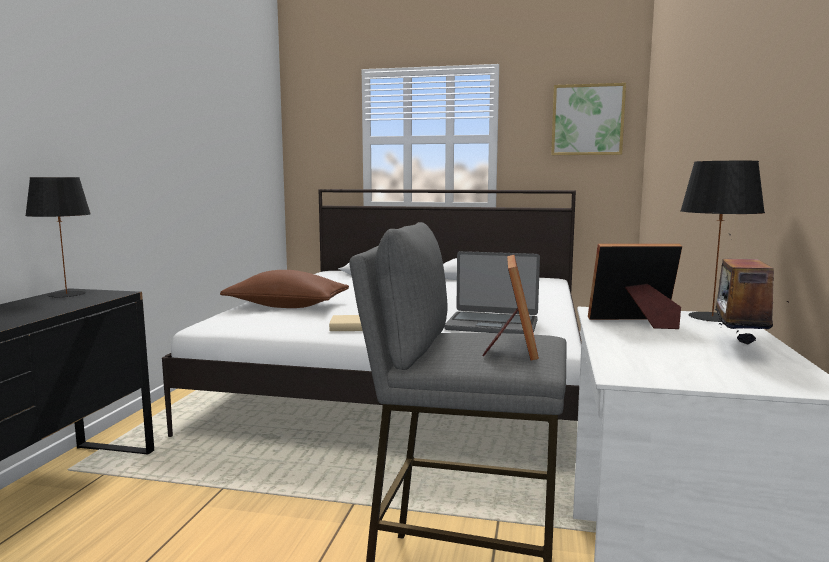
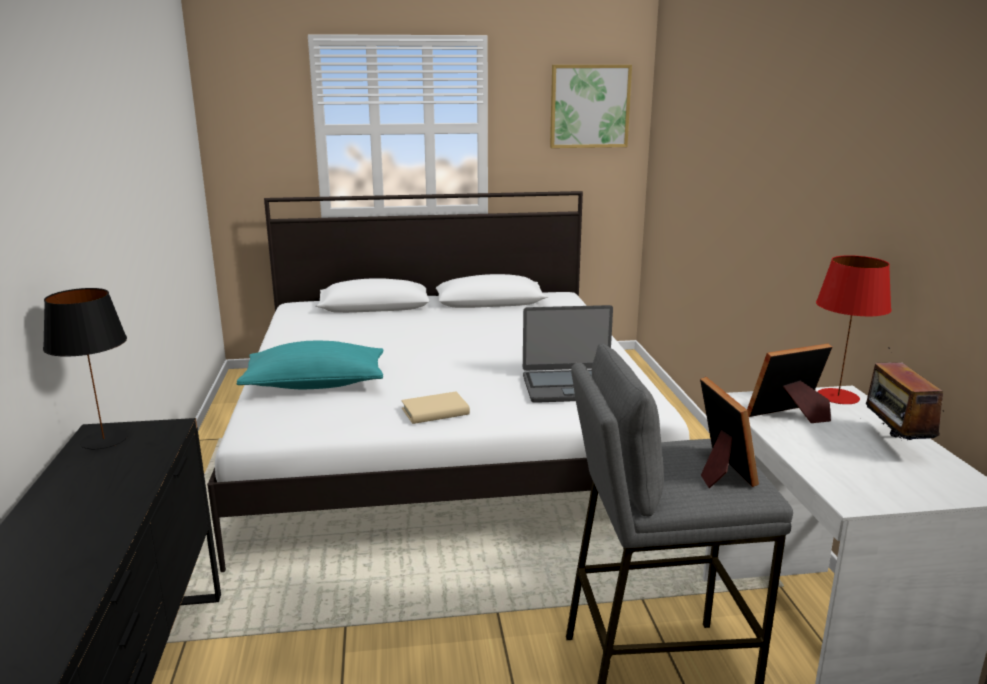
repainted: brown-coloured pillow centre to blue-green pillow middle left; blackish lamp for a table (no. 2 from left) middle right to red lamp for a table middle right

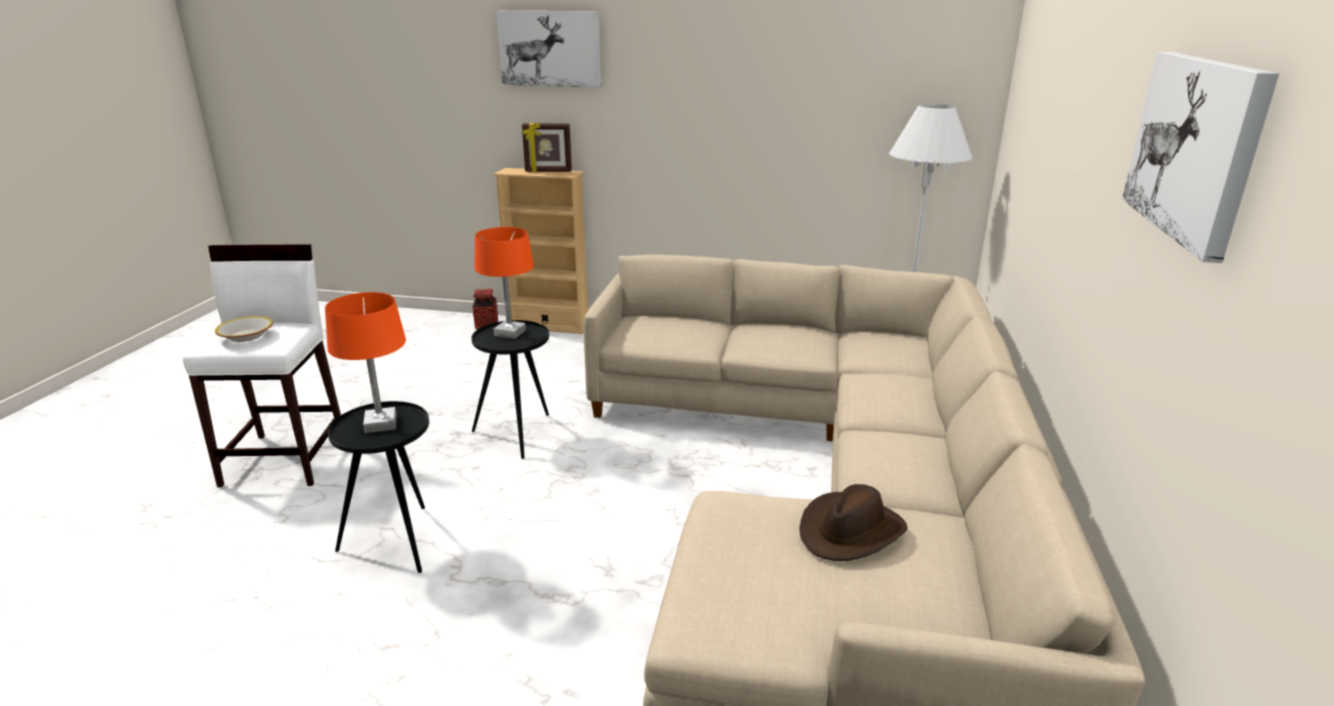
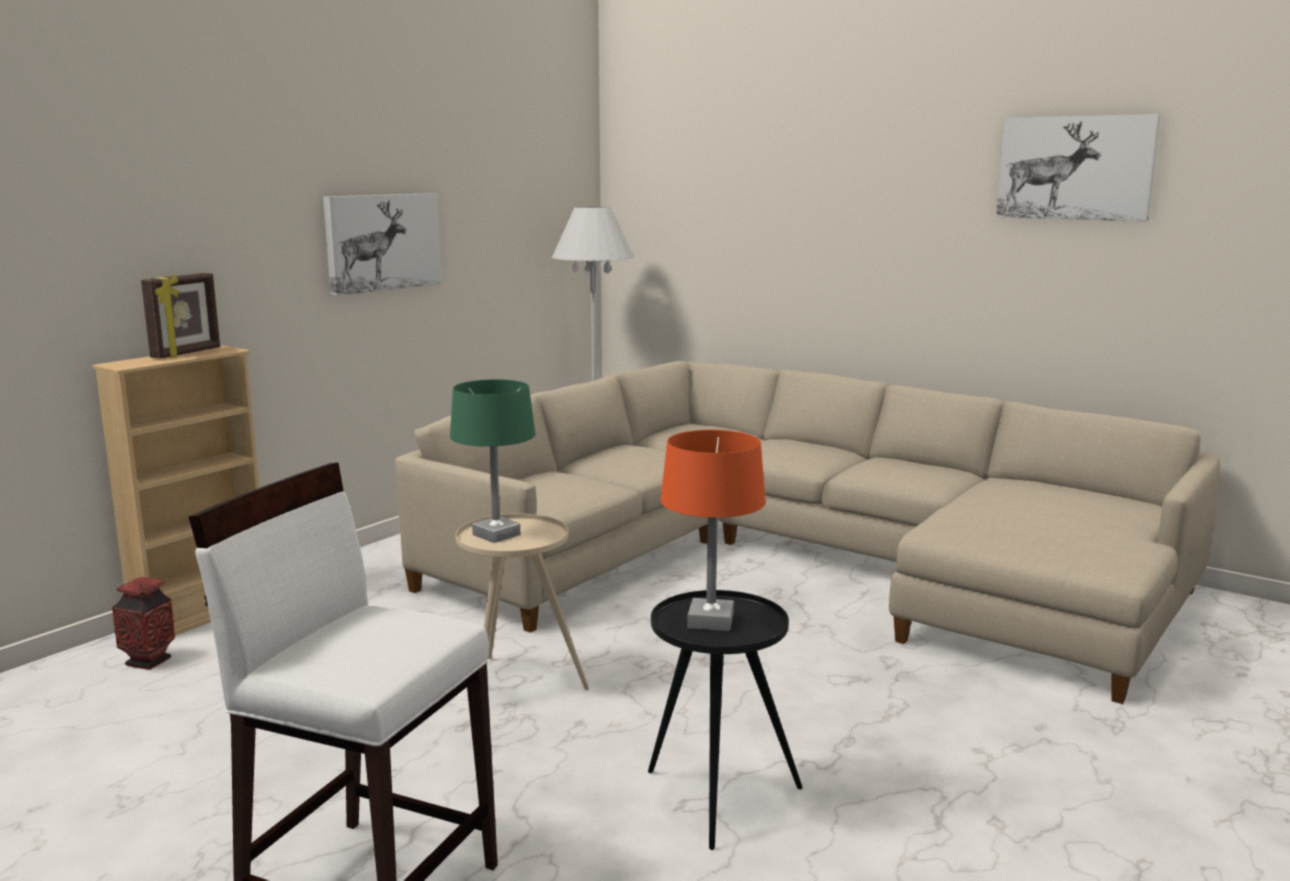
gone: serving bowl middle left; brown-coloured clothing hat bottom centre
shifted: wall picture (no. 1 from left) top centre to top left
repainted: orangey lamp for a table (no. 2 from left) centre to greenish lamp for a table centre; blackish accent table (no. 2 from left) centre to beige accent table bottom centre

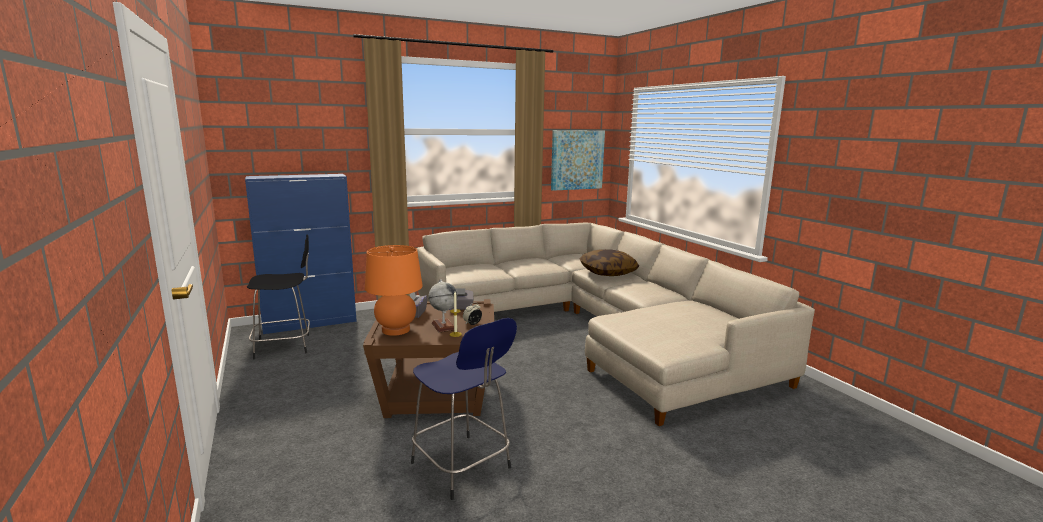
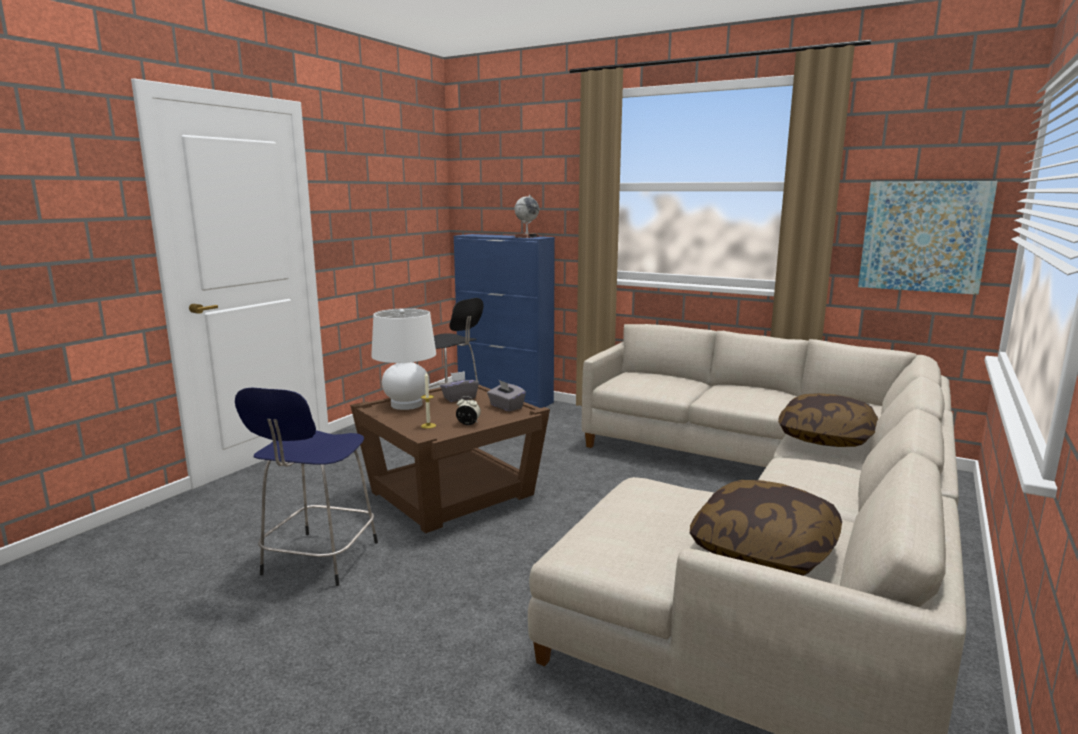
new: pillow (no. 1 from left) bottom right
shifted: globe centre to top centre
repainted: orangey lamp for a table centre to white-coloured lamp for a table centre

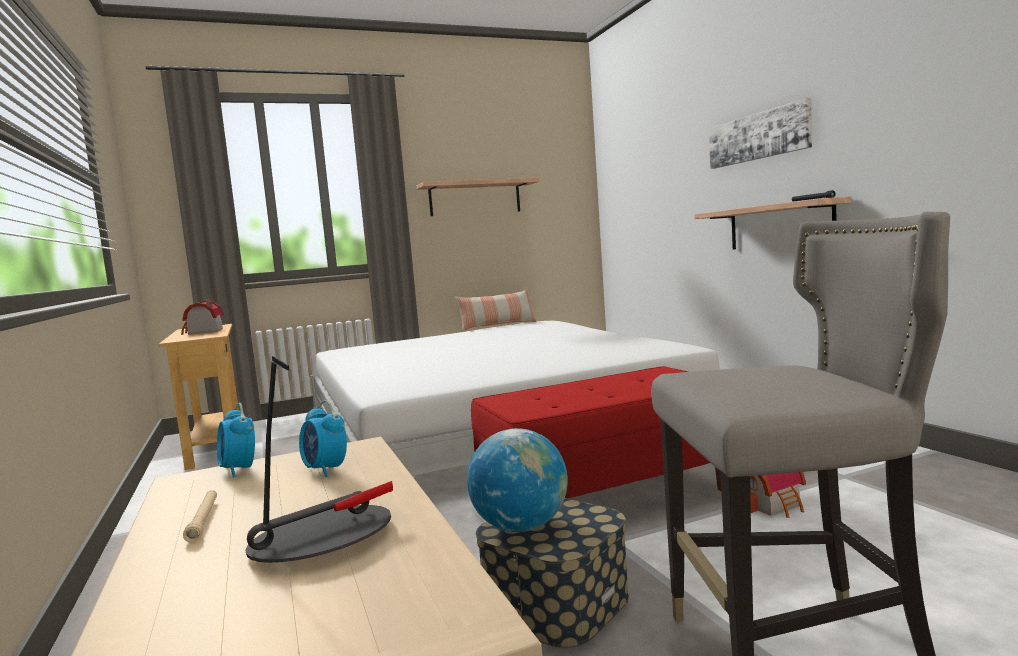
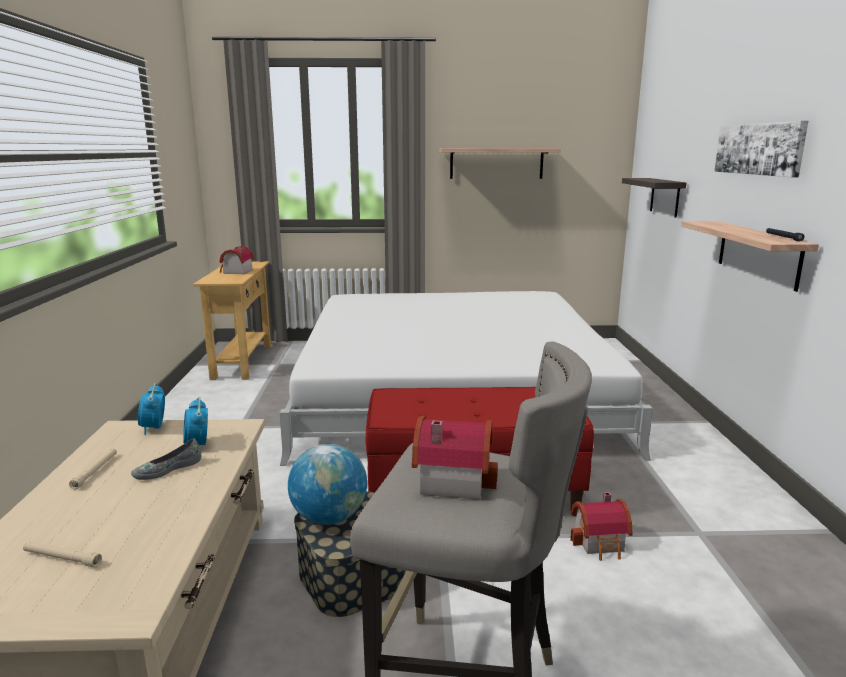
gone: lamp for a table bottom left; pillow centre
new: beige torch (no. 1 from left) bottom left; greyish low shoe bottom left; miniature house (no. 2 from left) bottom centre; wall shelf (no. 2 from left) top right

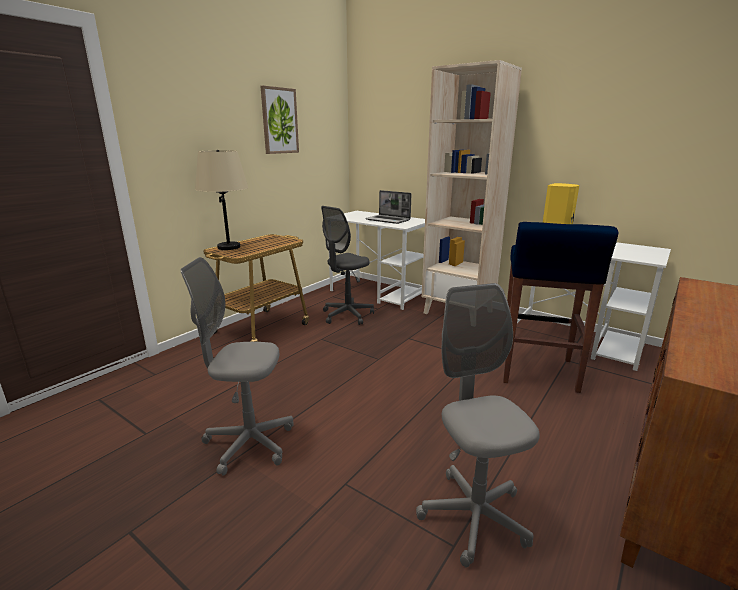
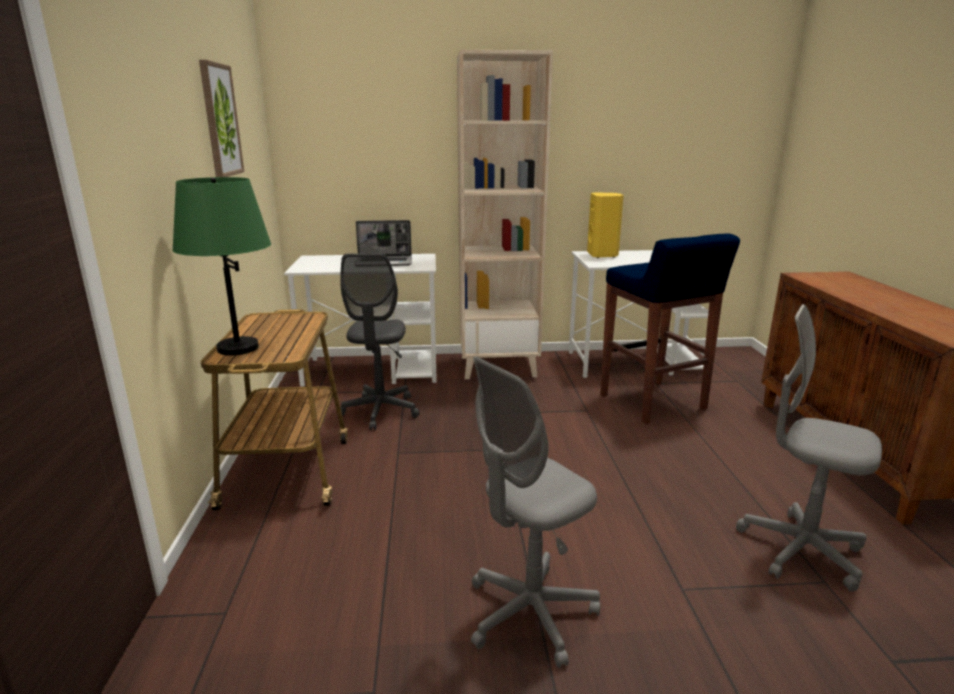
repainted: beige lamp for a table middle left to greenish lamp for a table middle left

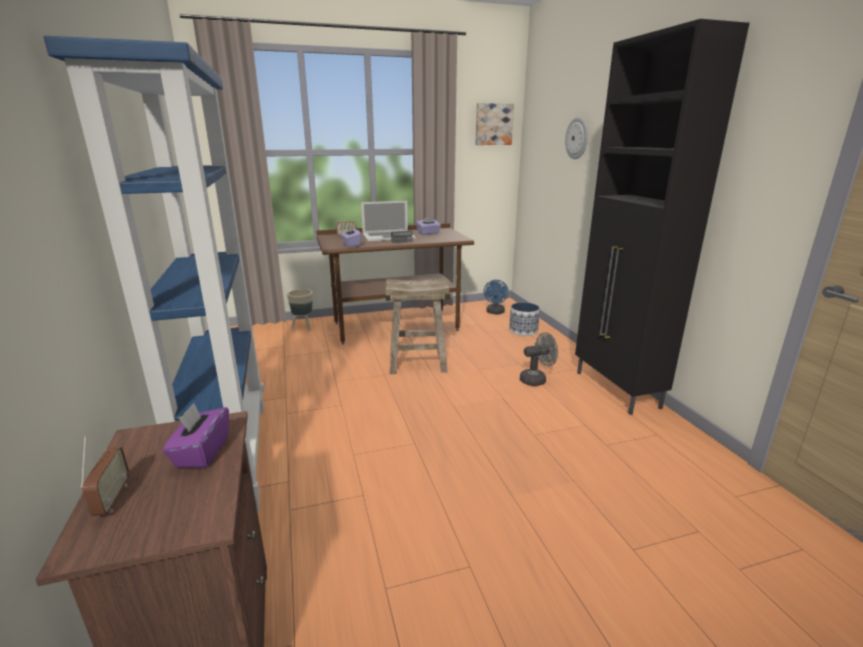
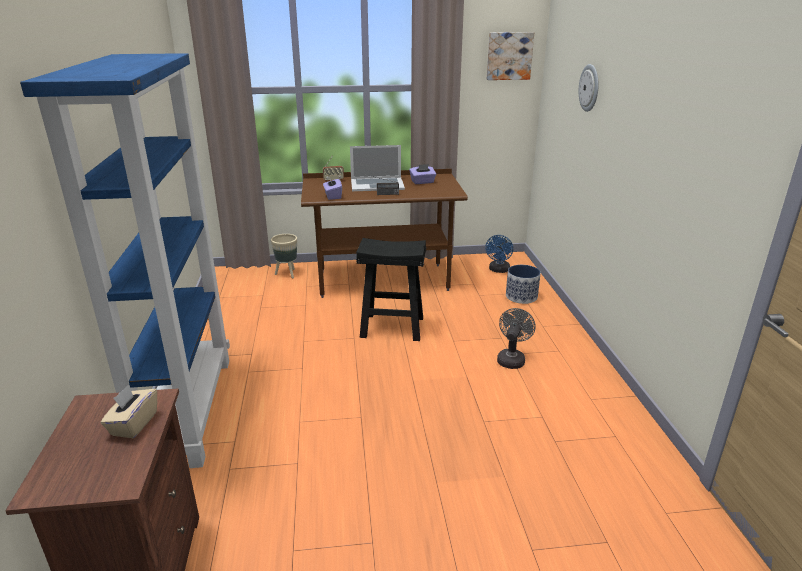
gone: radio set (no. 1 from left) bottom left; blackish storage cabinet middle right
repainted: purple box of tissues (no. 1 from left) bottom left to beige box of tissues bottom left; beige stool centre to blackish stool centre
rotated: greyish cooling fan centre = centre 60 degrees counterclockwise

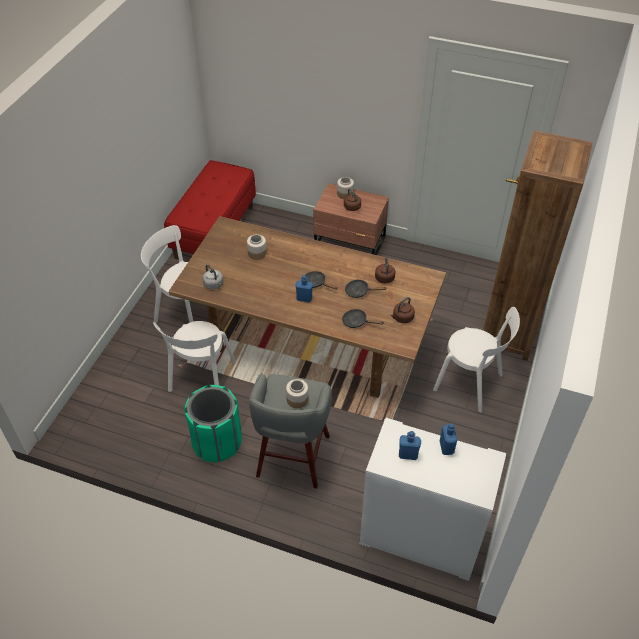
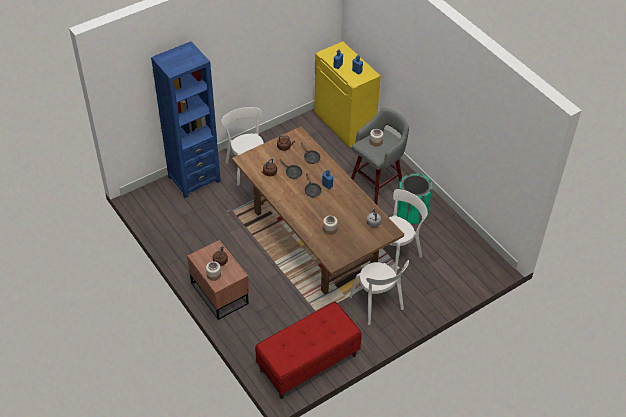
repainted: brown-coloured bookshelf middle right to blue bookshelf top left; white-coloured storage cabinet bottom right to yellowish storage cabinet top centre

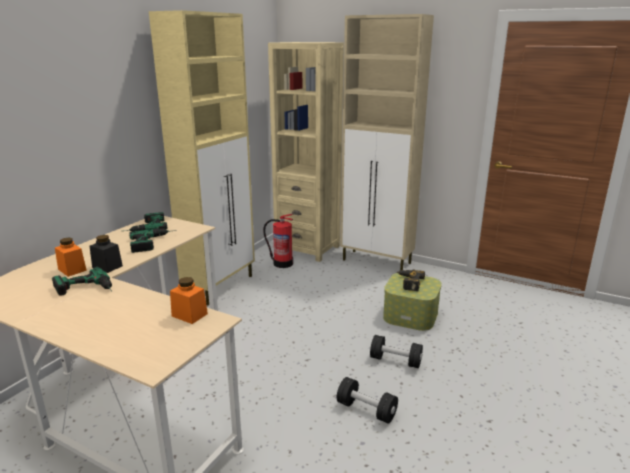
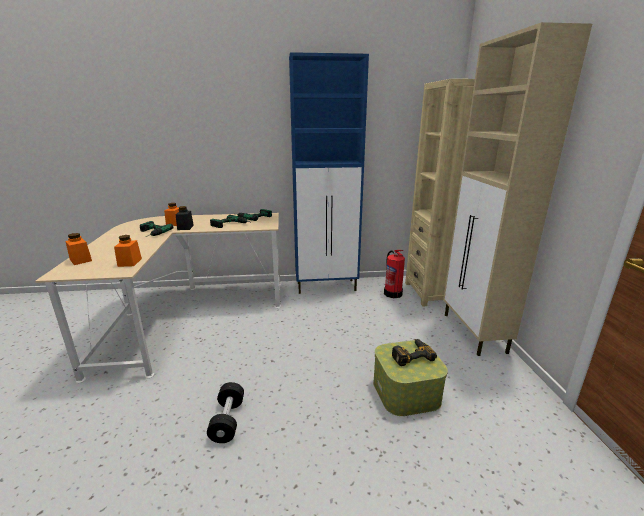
gone: blackish dumbbell (no. 2 from left) bottom centre
new: orangey jar (no. 1 from left) middle left
repainted: beige storage cabinet (no. 1 from left) top left to blue storage cabinet centre

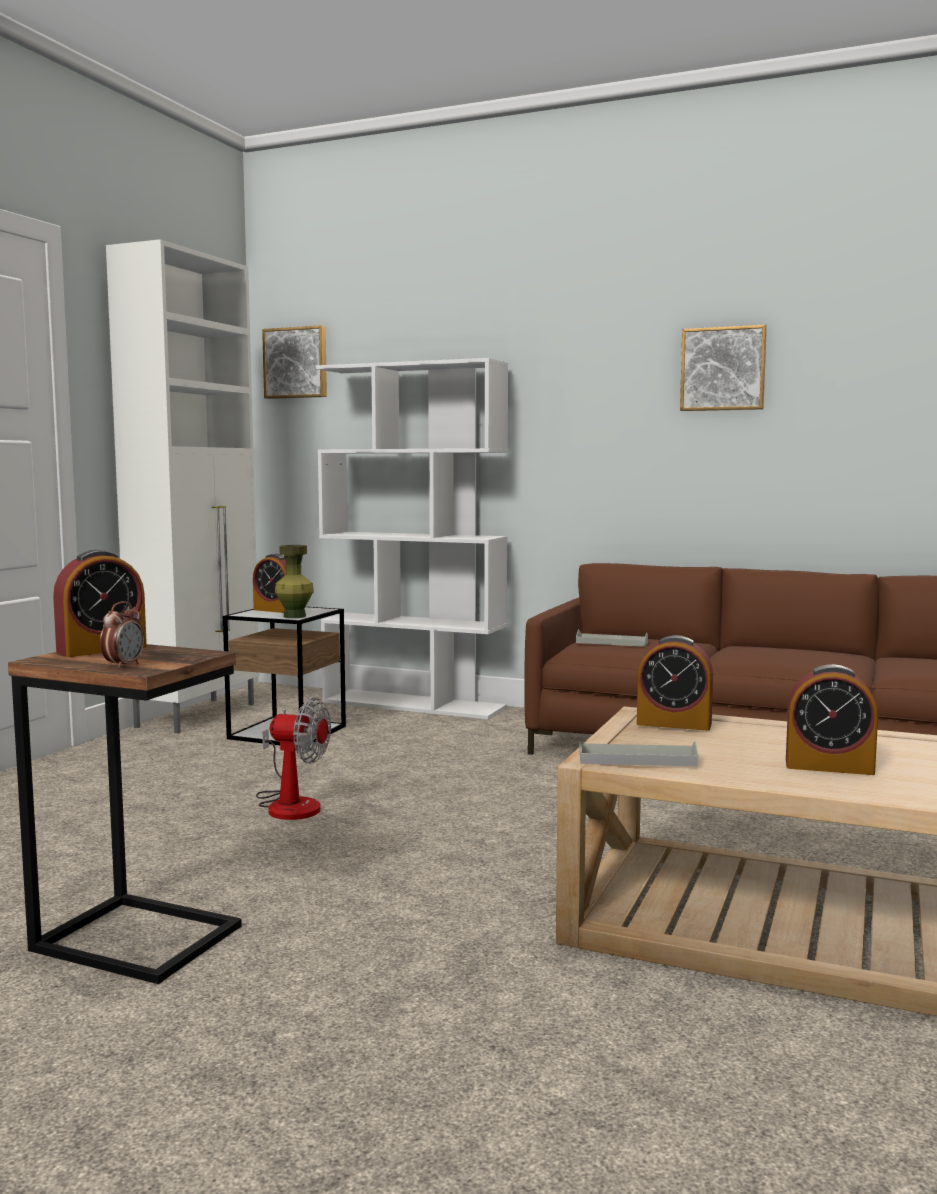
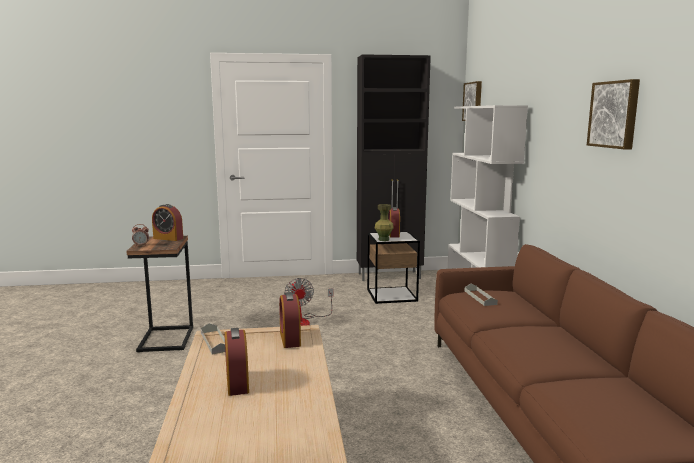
repainted: white-coloured storage cabinet middle left to blackish storage cabinet centre

